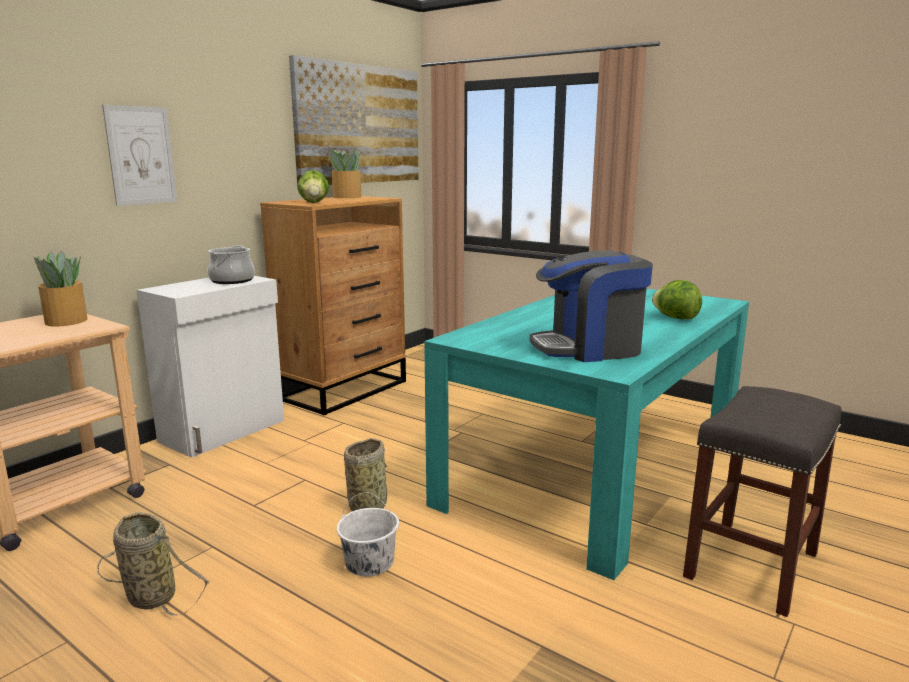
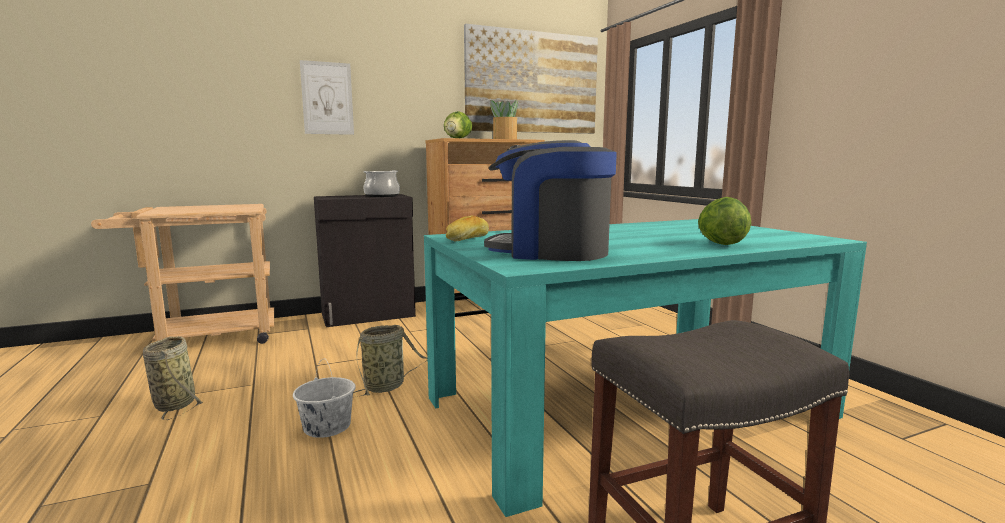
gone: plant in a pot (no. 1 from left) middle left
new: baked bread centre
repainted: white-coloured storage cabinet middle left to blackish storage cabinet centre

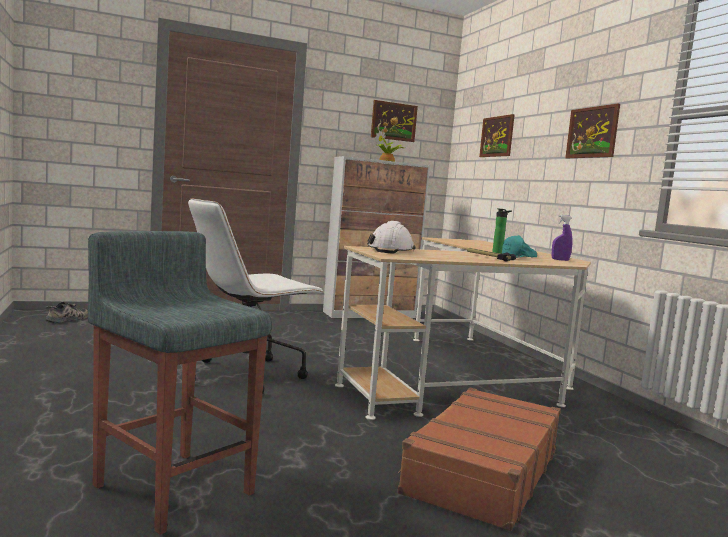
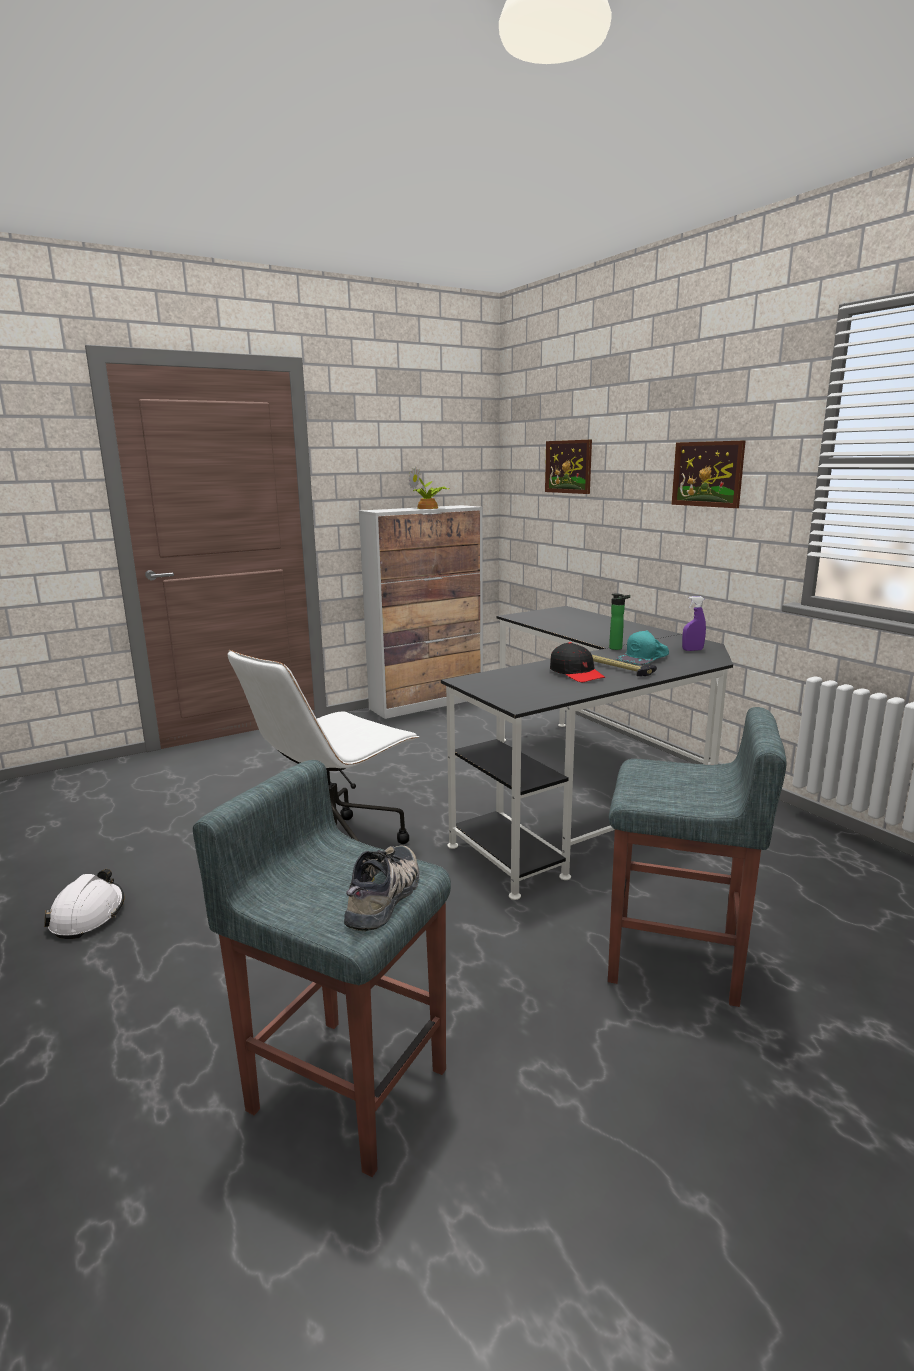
gone: wall picture (no. 1 from left) top centre
new: blackish baseball cap centre
shifted: white-coloured safety helmet centre to middle left; low shoe middle left to centre
swapped: brown-coloured travel case bottom centre to greyish stool (no. 2 from left) middle right
repainted: beige desk centre to blackish desk centre

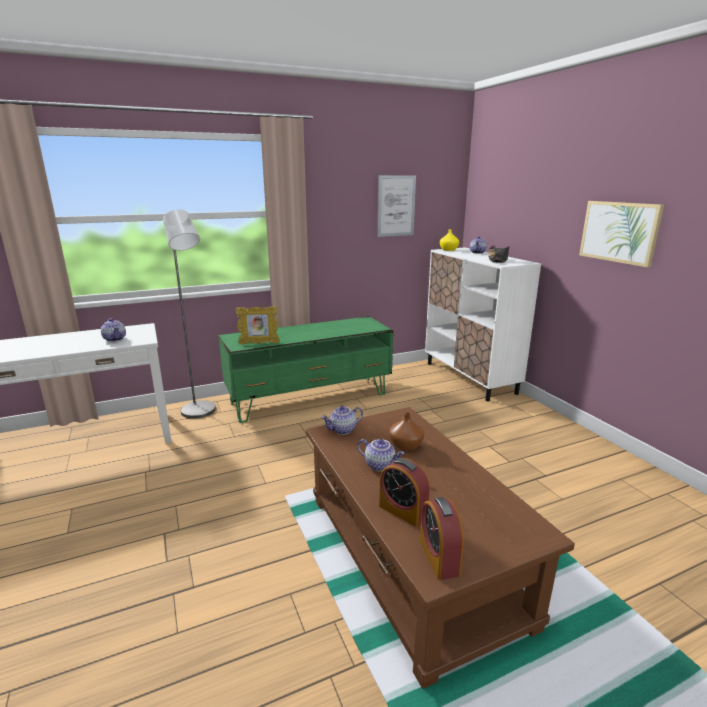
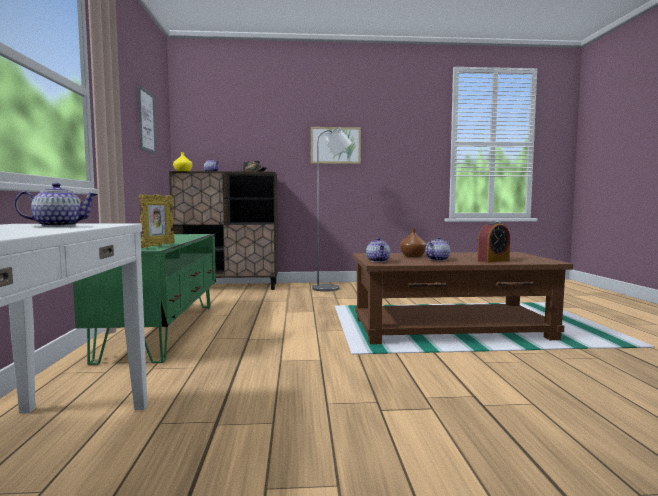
gone: alarm clock (no. 2 from left) bottom centre
shifted: greyish standard lamp middle left to centre
repainted: white-coloured storage cabinet middle right to brown-coloured storage cabinet centre

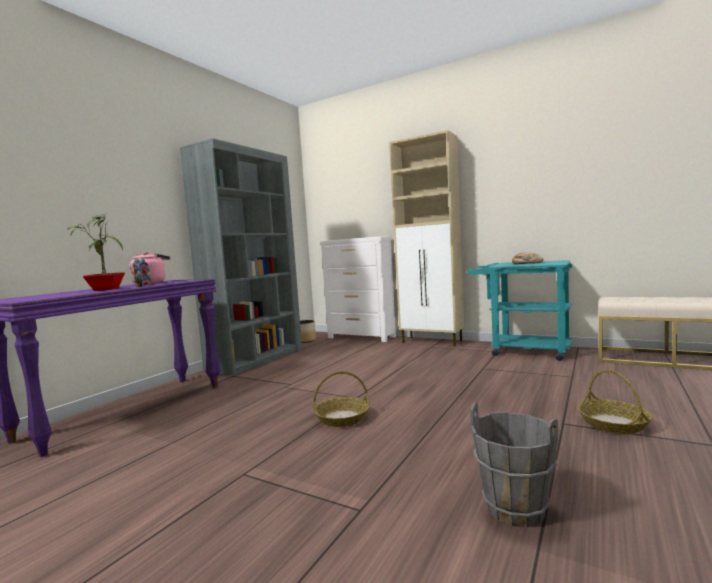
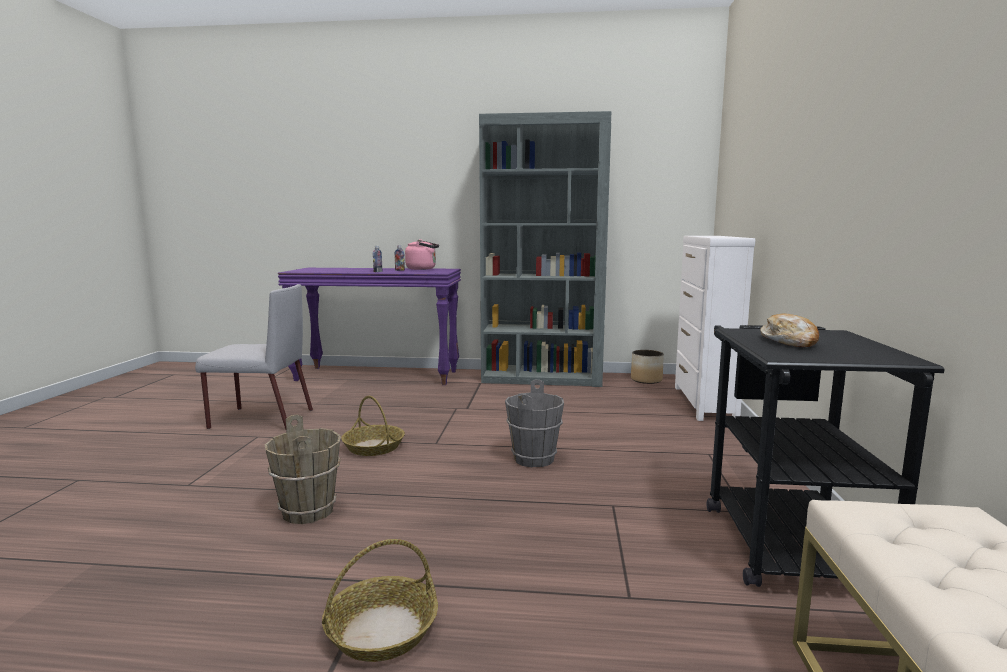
gone: plant in a pot middle left; beige storage cabinet centre
new: greyish chair middle left; brown-coloured pail bottom left
shifted: greyish pail bottom right to centre
repainted: blue-green wheeled cart middle right to blackish wheeled cart bottom right

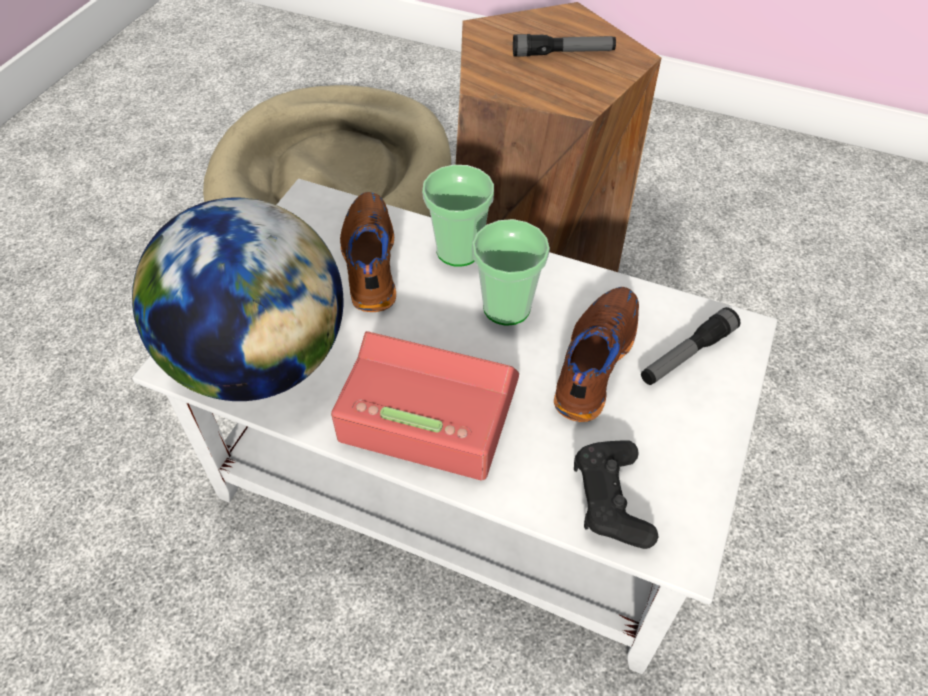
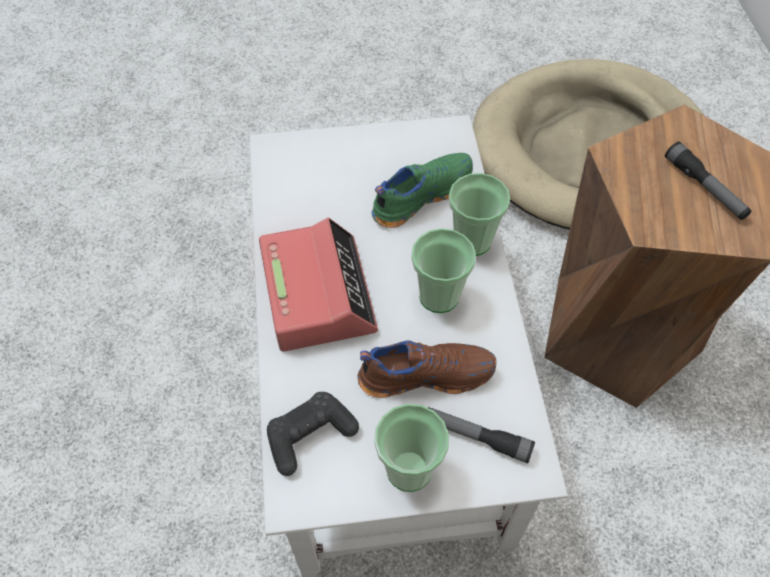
gone: globe middle left
new: small cup (no. 1 from left) bottom centre
repainted: brown-coloured low shoe (no. 1 from left) centre to greenish low shoe top centre

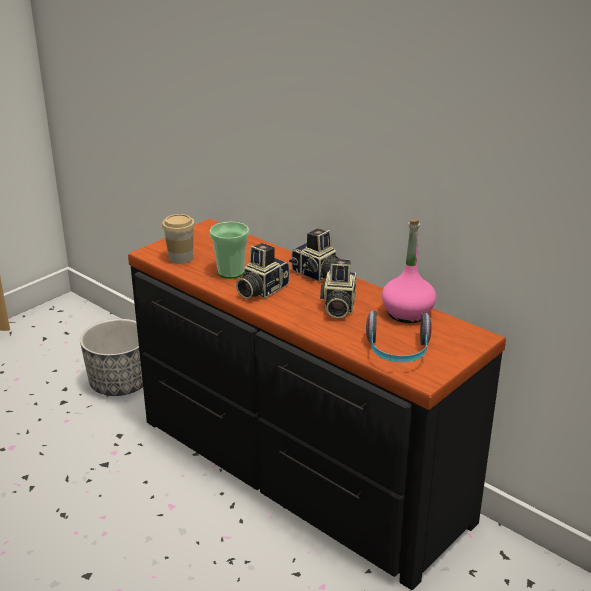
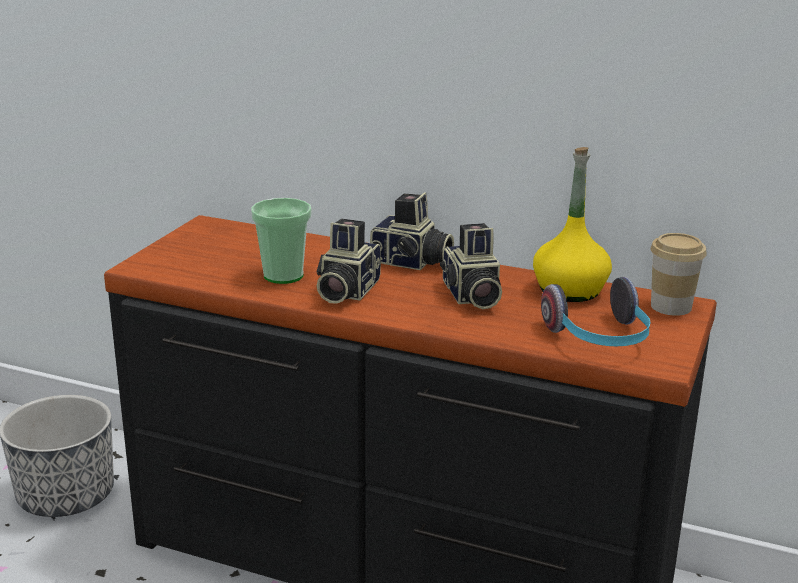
shifted: small cup (no. 1 from left in the first image) middle left to small cup (no. 2 from left) middle right
repainted: pink-coloured beverage bottle middle right to yellowish beverage bottle middle right

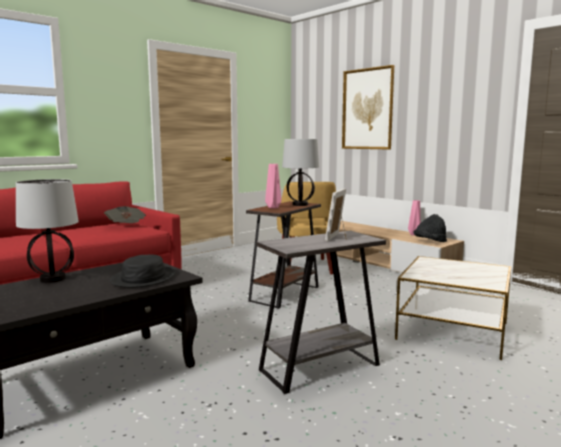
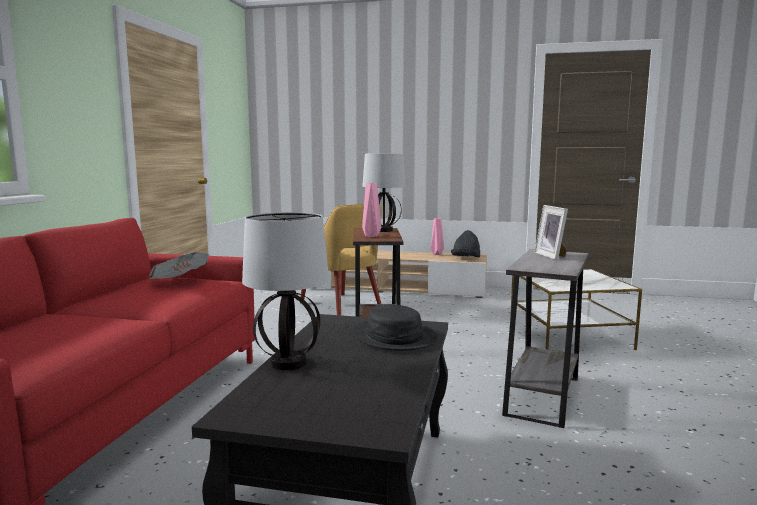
gone: wall picture top centre

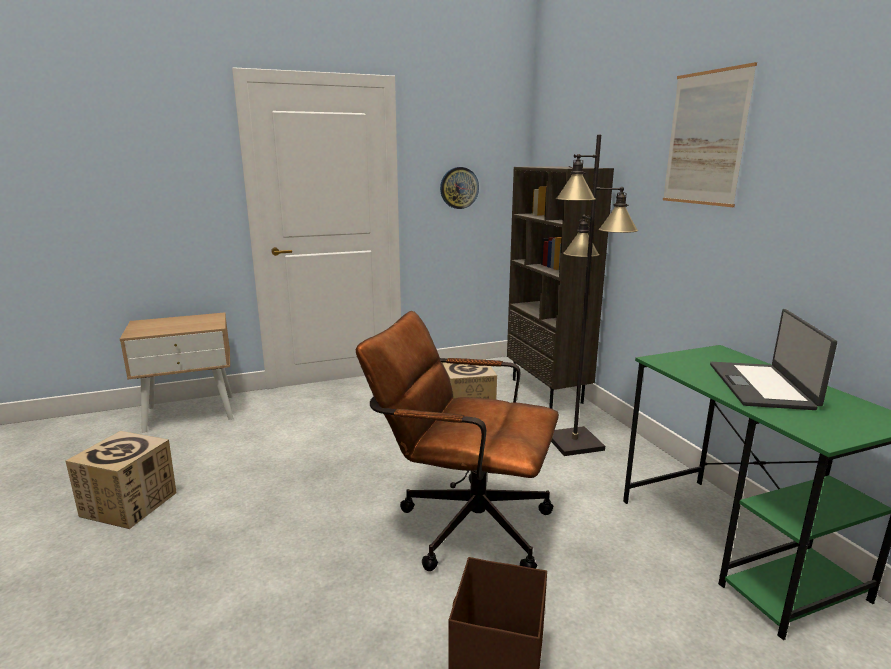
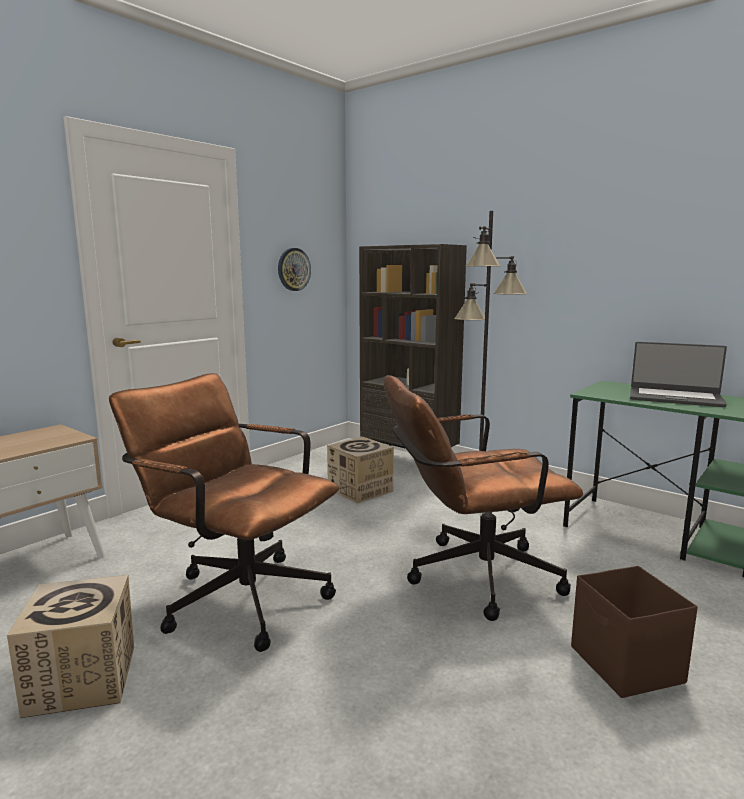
gone: wall picture top right
new: brown-coloured office chair (no. 1 from left) middle left
rotated: notebook computer middle right = middle right 45 degrees counterclockwise

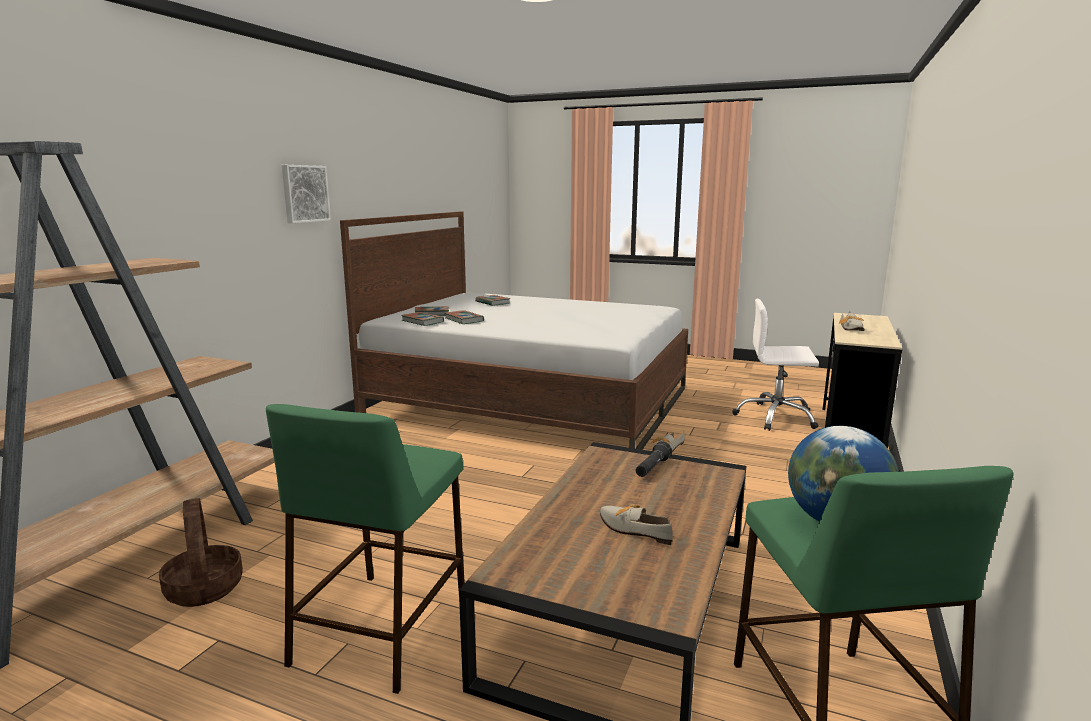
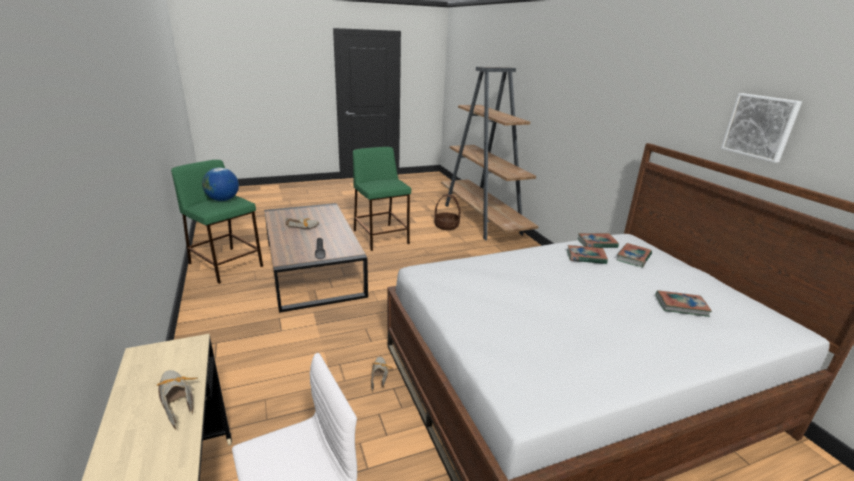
shifted: wall picture top left to top right

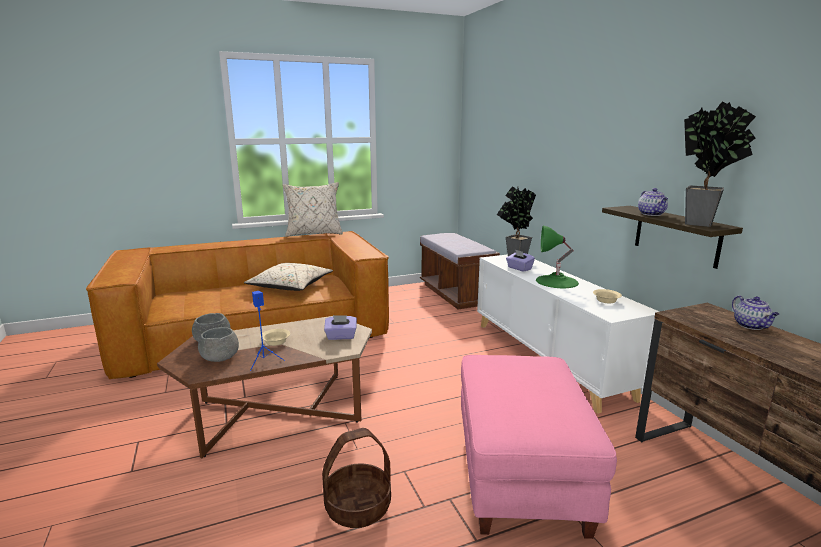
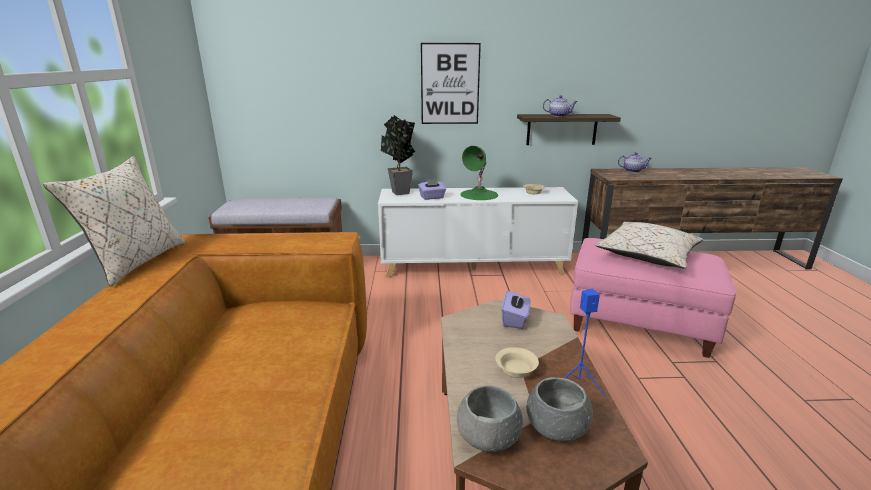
gone: storage basket bottom centre; plant in a pot (no. 2 from left) top right
new: wall picture top centre
shifted: beige pillow (no. 1 from left in the first image) centre to beige pillow (no. 2 from left) middle right

